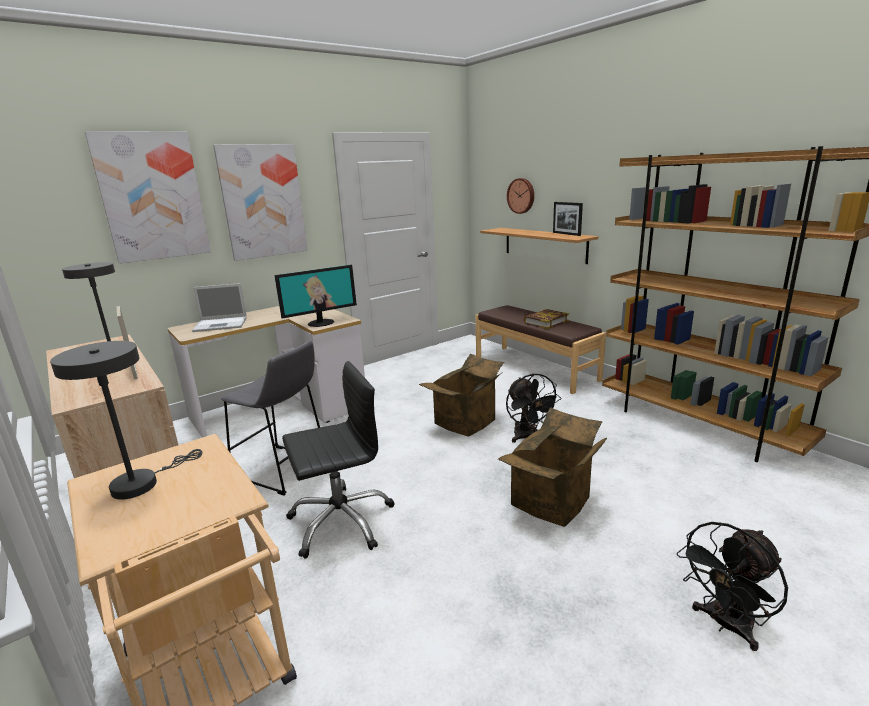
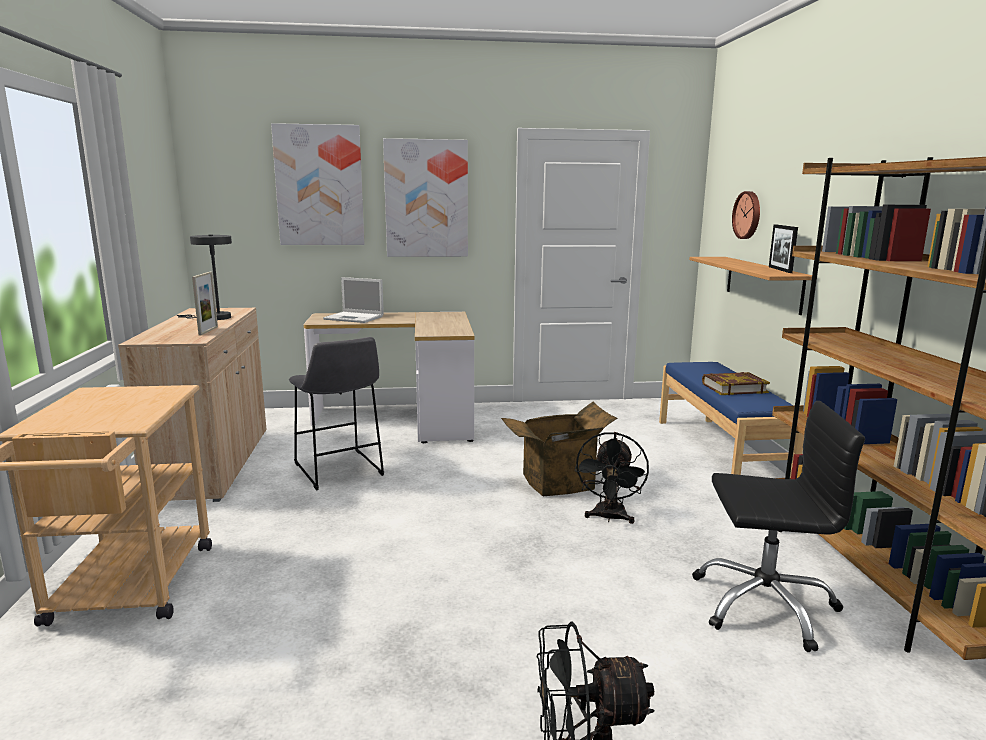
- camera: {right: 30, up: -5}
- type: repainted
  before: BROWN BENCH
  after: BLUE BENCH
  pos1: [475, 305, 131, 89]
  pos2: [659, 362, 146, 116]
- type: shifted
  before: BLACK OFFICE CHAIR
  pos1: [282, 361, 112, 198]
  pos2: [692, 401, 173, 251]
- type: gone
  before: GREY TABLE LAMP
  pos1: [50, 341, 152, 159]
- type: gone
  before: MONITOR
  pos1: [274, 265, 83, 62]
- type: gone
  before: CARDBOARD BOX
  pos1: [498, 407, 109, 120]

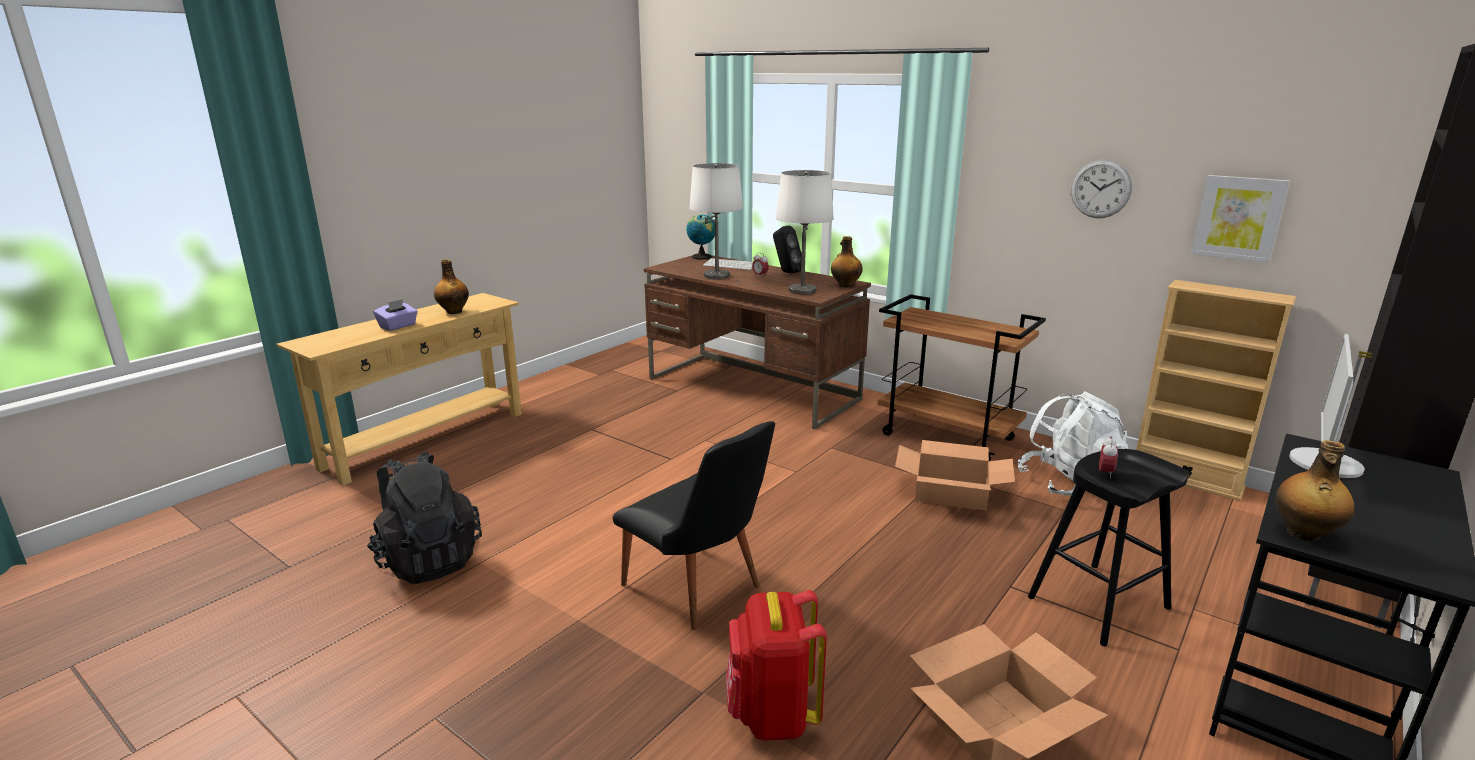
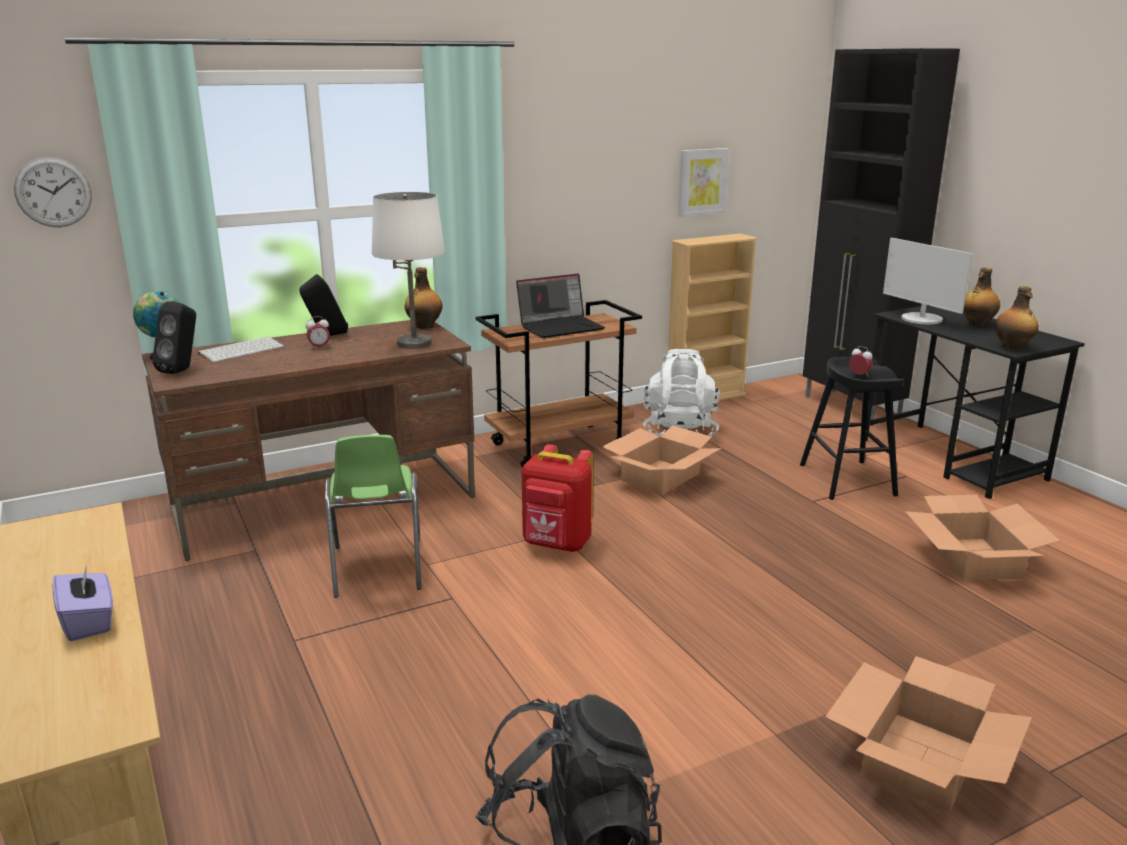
- camera: {right: -65, up: 0}
- type: shifted
  before: WALL CLOCK
  pos1: [1071, 160, 61, 58]
  pos2: [14, 157, 78, 70]
- type: new
  after: BLACK SPEAKER
  pos2: [152, 301, 44, 73]
- type: new
  after: GREEN CHAIR
  pos2: [325, 435, 96, 163]
- type: new
  after: LAPTOP
  pos2: [516, 274, 89, 64]
- type: shifted
  before: RED BACKPACK
  pos1: [726, 590, 101, 151]
  pos2: [522, 444, 71, 108]
- type: new
  after: CARDBOARD BOX
  pos2: [825, 656, 207, 157]
- type: shifted
  before: BOTTLE
  pos1: [434, 259, 35, 55]
  pos2: [963, 267, 37, 59]
- type: gone
  before: BLACK CHAIR
  pos1: [613, 421, 162, 209]
- type: gone
  before: WHITE TABLE LAMP
  pos1: [689, 163, 54, 117]

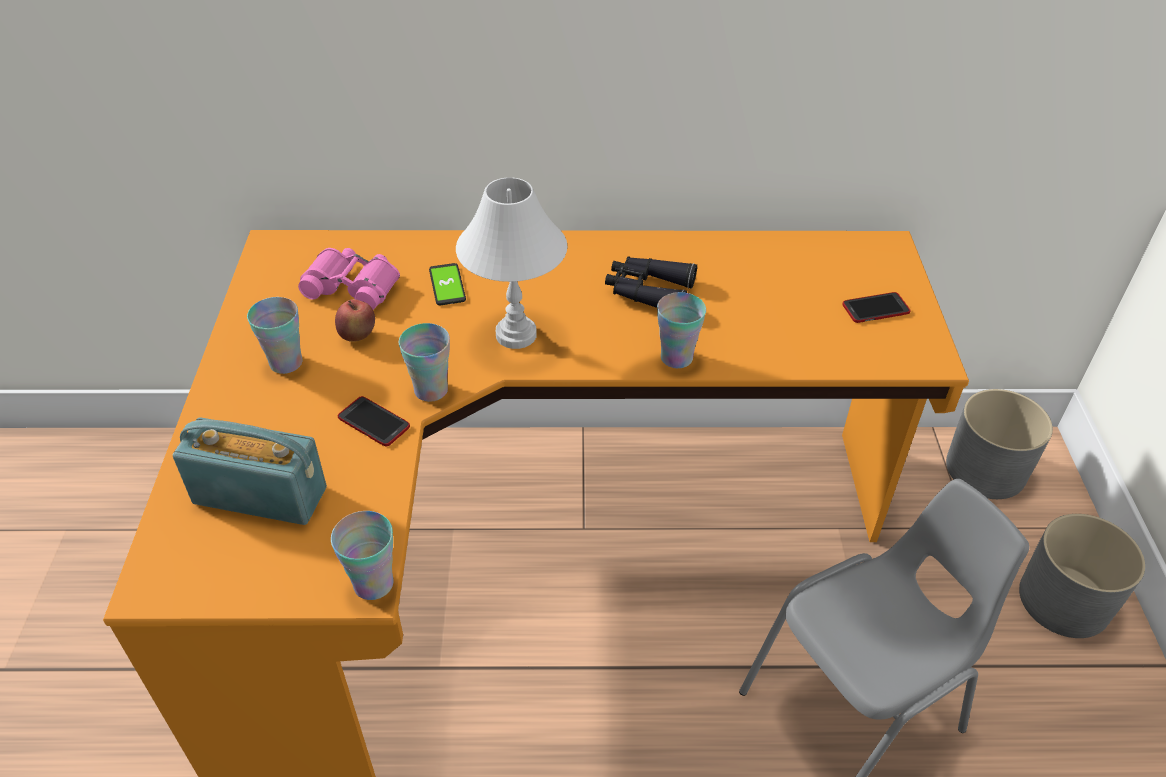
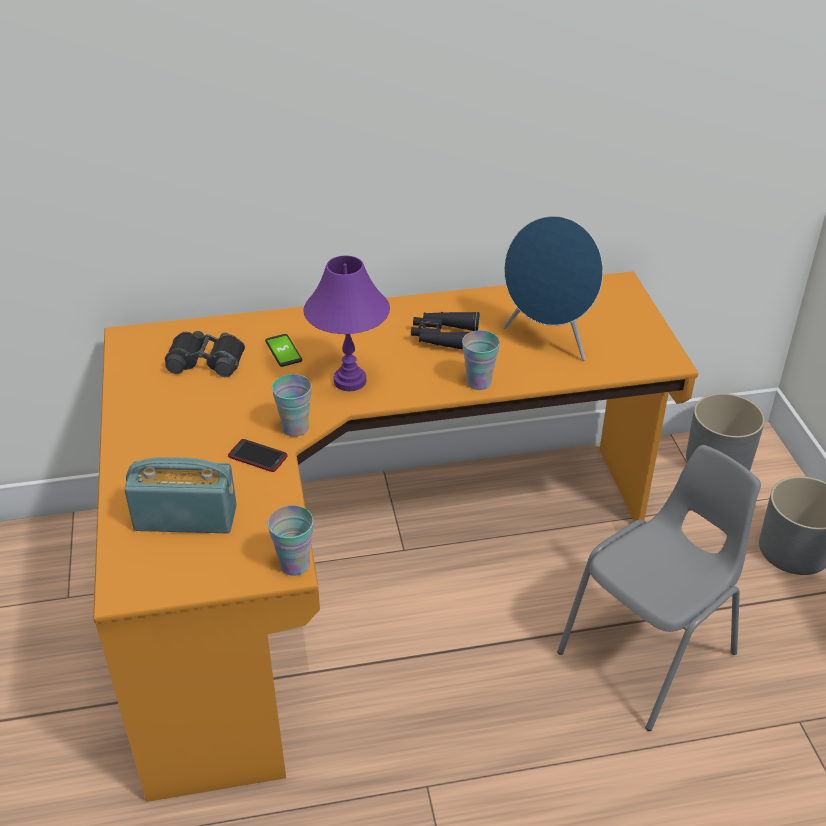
- camera: {right: -10, up: -5}
- type: repainted
  before: PINK BINOCULARS
  after: BLACK BINOCULARS
  pos1: [298, 248, 102, 62]
  pos2: [165, 331, 80, 46]
- type: repainted
  before: WHITE TABLE LAMP
  after: PURPLE TABLE LAMP
  pos1: [456, 177, 111, 172]
  pos2: [303, 256, 87, 135]
- type: new
  after: BLUE SPEAKER
  pos2: [503, 216, 100, 145]
- type: gone
  before: CUP
  pos1: [247, 297, 56, 77]
- type: gone
  before: APPLE
  pos1: [335, 299, 40, 43]
- type: gone
  before: PHONE
  pos1: [842, 292, 68, 31]

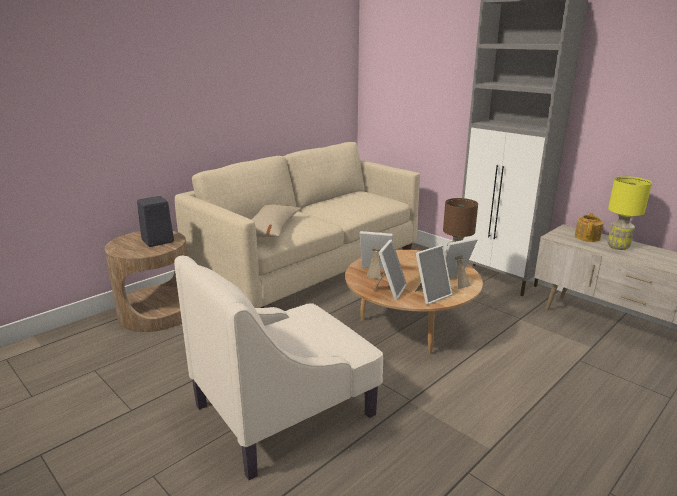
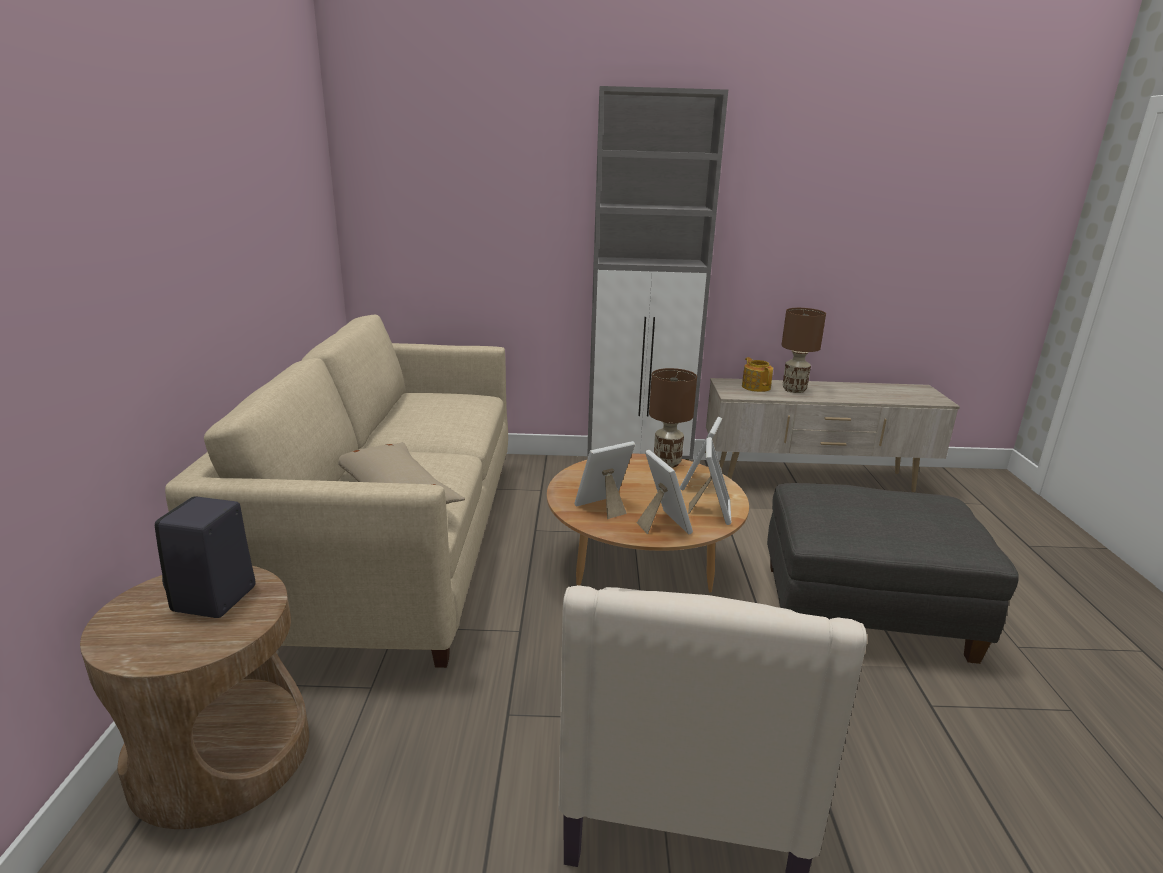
- camera: {right: -45, up: 0}
- type: new
  after: GREY OTTOMAN
  pos2: [767, 483, 252, 181]
- type: repainted
  before: YELLOW TABLE LAMP
  after: BROWN TABLE LAMP
  pos1: [608, 176, 44, 74]
  pos2: [781, 308, 45, 85]

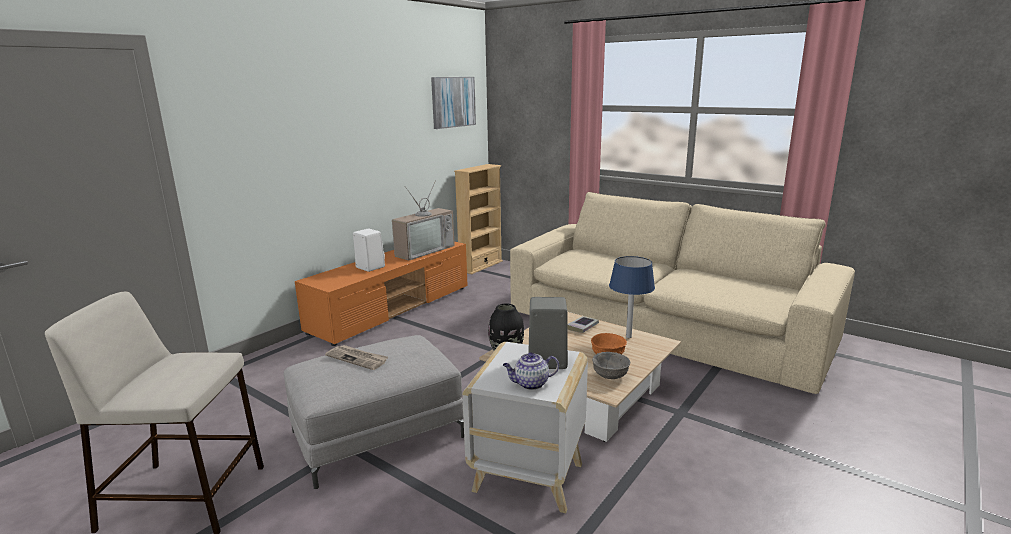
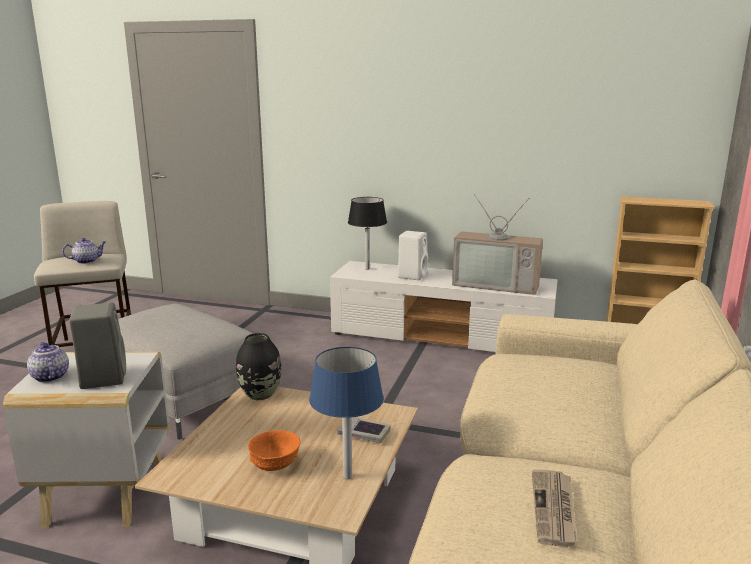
- camera: {right: 70, up: 0}
- type: new
  after: TEAPOT
  pos2: [62, 238, 44, 26]
- type: repainted
  before: ORANGE TV STAND
  after: WHITE TV STAND
  pos1: [295, 241, 173, 105]
  pos2: [330, 261, 228, 91]
- type: new
  after: BLACK TABLE LAMP
  pos2: [348, 197, 39, 73]
- type: shifted
  before: NEWSPAPER
  pos1: [325, 345, 63, 25]
  pos2: [532, 469, 46, 78]
- type: gone
  before: PICTURE
  pos1: [431, 77, 45, 52]
- type: gone
  before: GREY BOWL
  pos1: [592, 352, 38, 27]

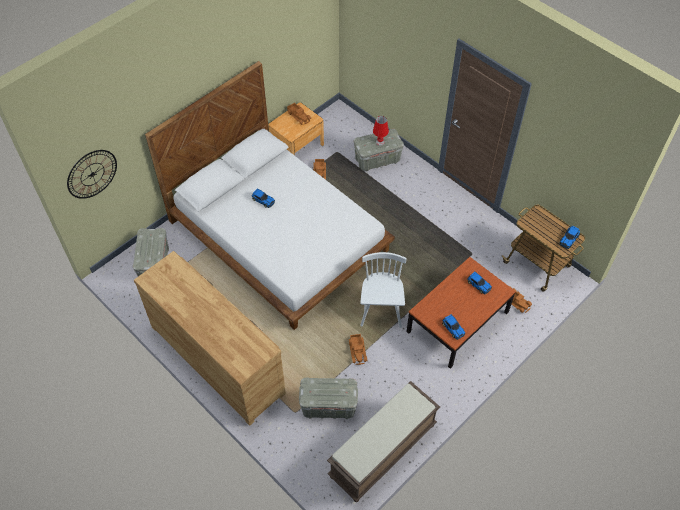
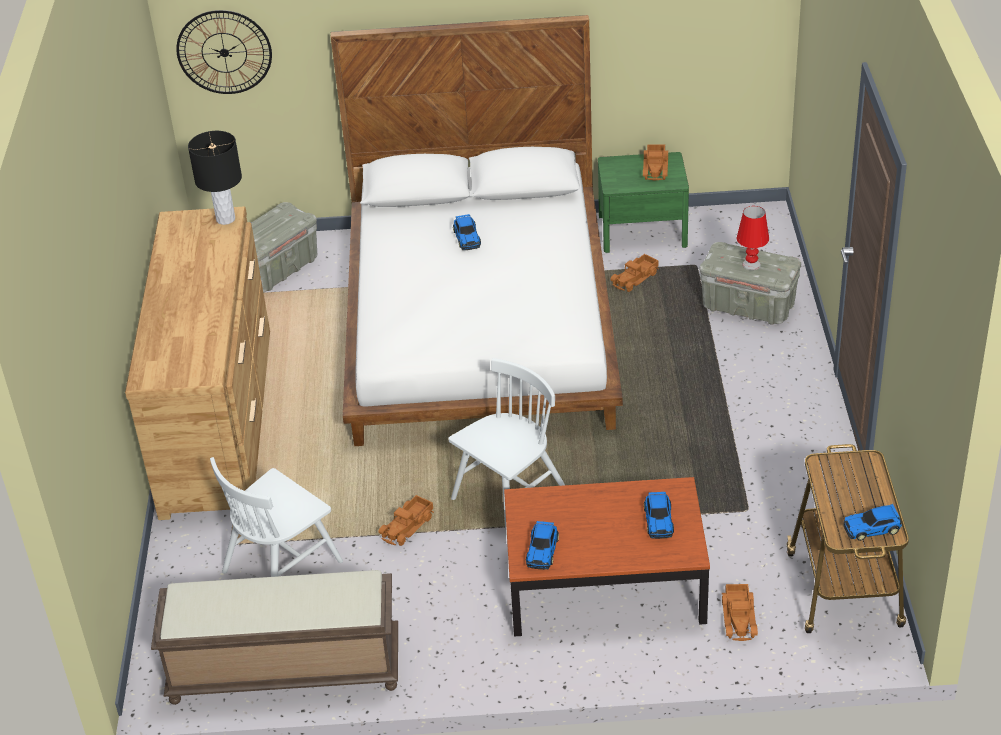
- camera: {right: 45, up: -15}
- type: new
  after: BLACK TABLE LAMP
  pos2: [188, 131, 54, 94]
- type: swapped
  before: GREY STORAGE BOX
  after: WHITE CHAIR
  pos1: [299, 378, 59, 41]
  pos2: [210, 457, 133, 120]
- type: repainted
  before: BROWN NIGHTSTAND
  after: GREEN NIGHTSTAND
  pos1: [268, 102, 56, 53]
  pos2: [598, 152, 91, 101]

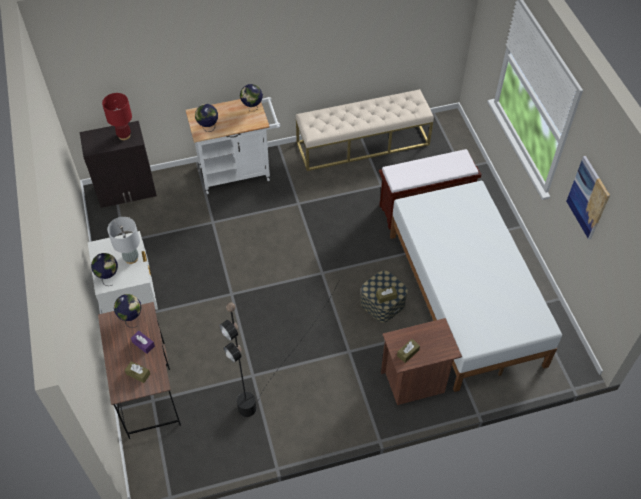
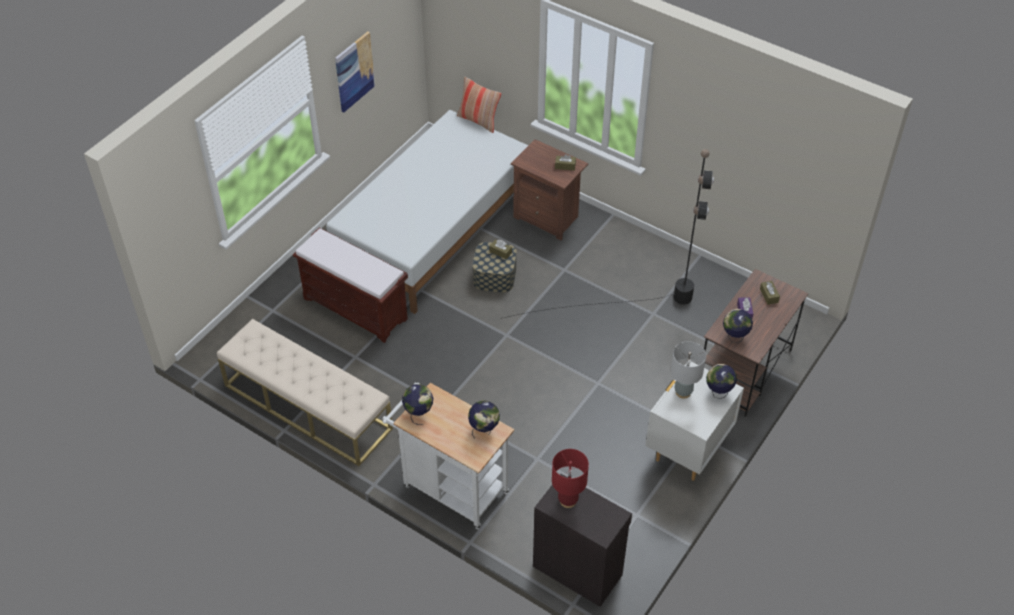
- camera: {right: -130, up: -5}
- type: new
  after: PILLOW
  pos2: [457, 77, 44, 56]

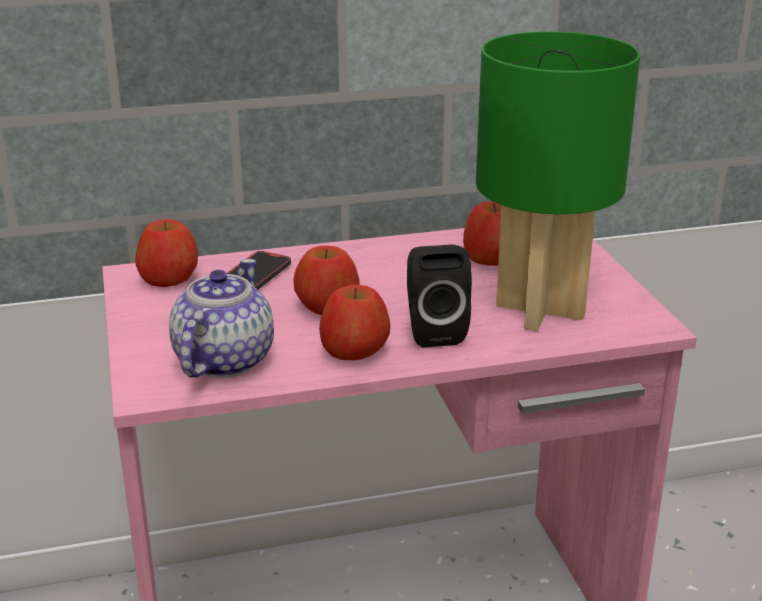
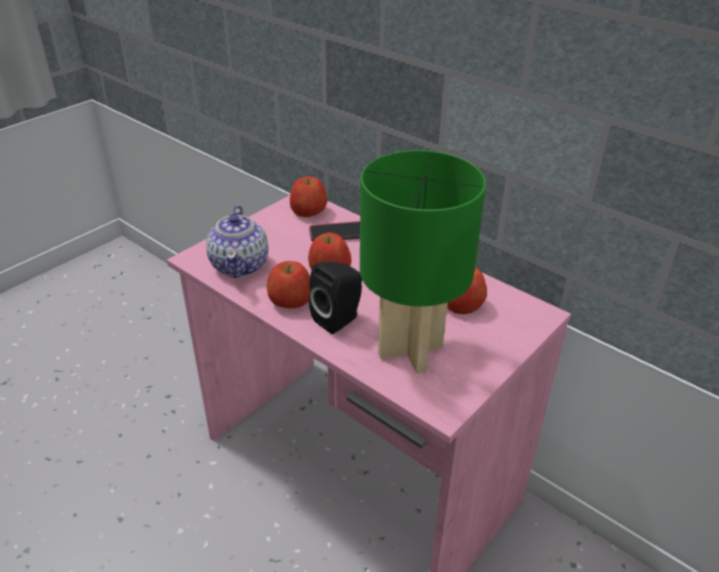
- camera: {right: 55, up: 10}
- type: rotated
  before: TEAPOT
  pos1: [169, 259, 105, 119]
  pos2: [206, 205, 62, 73]
  turn: 105

